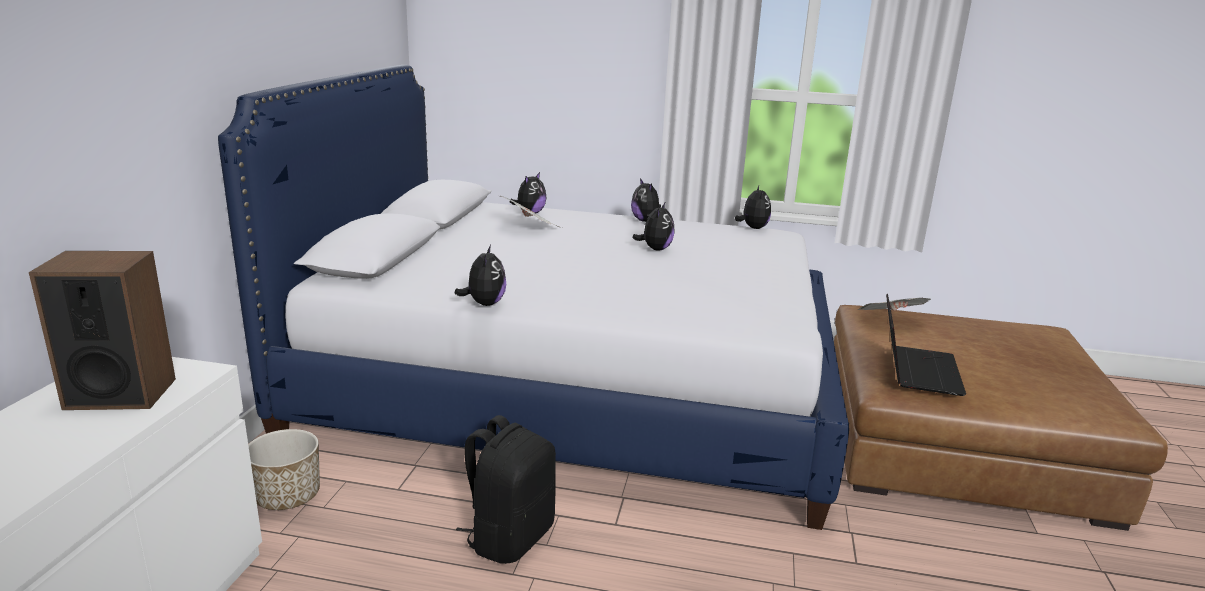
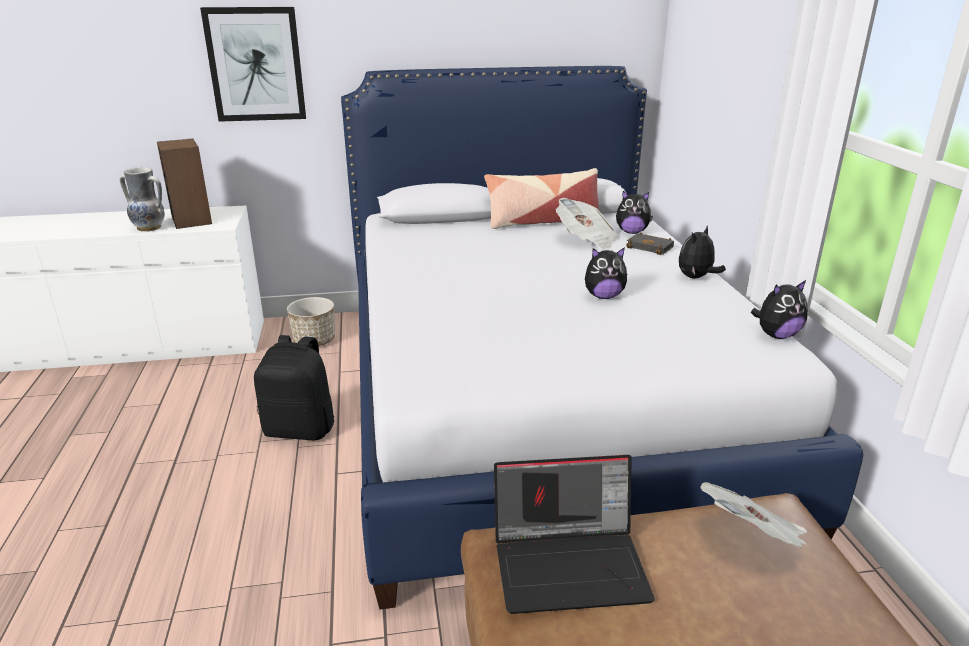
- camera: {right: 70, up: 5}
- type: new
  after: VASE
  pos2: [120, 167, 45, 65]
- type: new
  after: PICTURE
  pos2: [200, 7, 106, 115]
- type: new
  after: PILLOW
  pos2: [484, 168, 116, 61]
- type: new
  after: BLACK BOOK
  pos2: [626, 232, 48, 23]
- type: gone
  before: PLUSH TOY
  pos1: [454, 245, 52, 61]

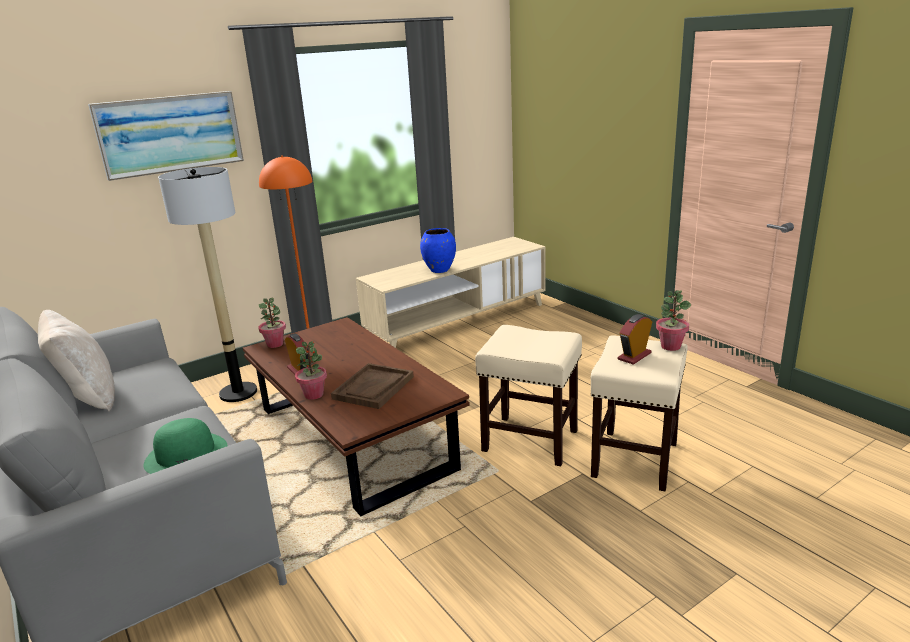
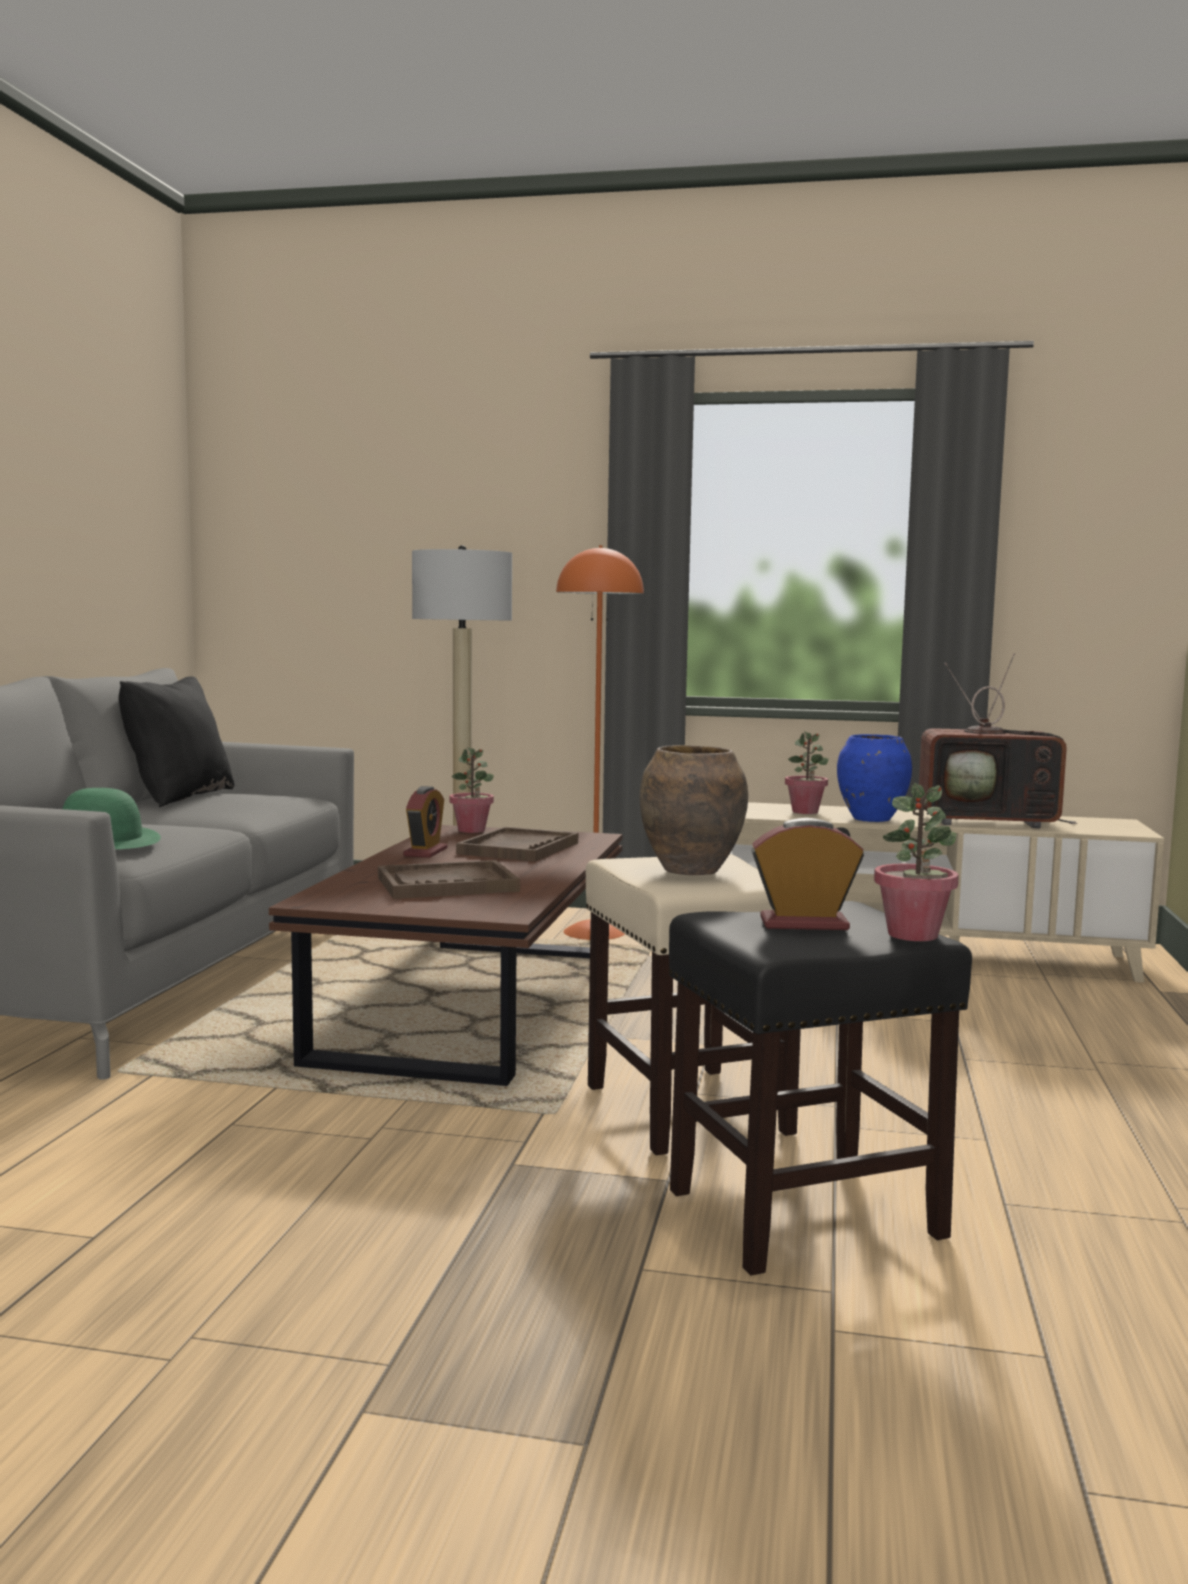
- camera: {right: 45, up: -15}
- type: repainted
  before: BEIGE PILLOW
  after: BLACK PILLOW
  pos1: [38, 310, 77, 101]
  pos2: [119, 676, 116, 131]
- type: new
  after: BROWN TRAY
  pos2: [456, 827, 122, 35]
- type: new
  after: BROWN VASE
  pos2: [640, 745, 108, 130]
- type: repainted
  before: BEIGE STOOL
  after: BLACK STOOL
  pos1: [591, 335, 97, 156]
  pos2: [669, 901, 303, 374]
- type: shifted
  before: POTTED PLANT
  pos1: [295, 341, 32, 59]
  pos2: [785, 731, 44, 83]
- type: new
  after: TELEVISION
  pos2: [919, 653, 158, 175]
- type: gone
  before: PICTURE
  pos1: [88, 91, 156, 90]

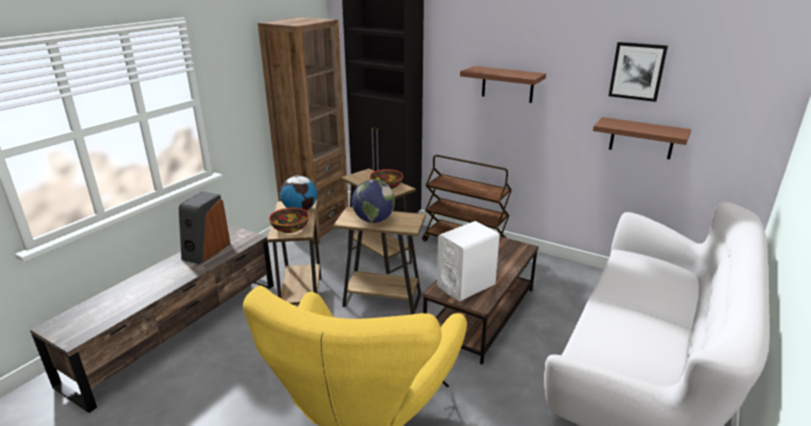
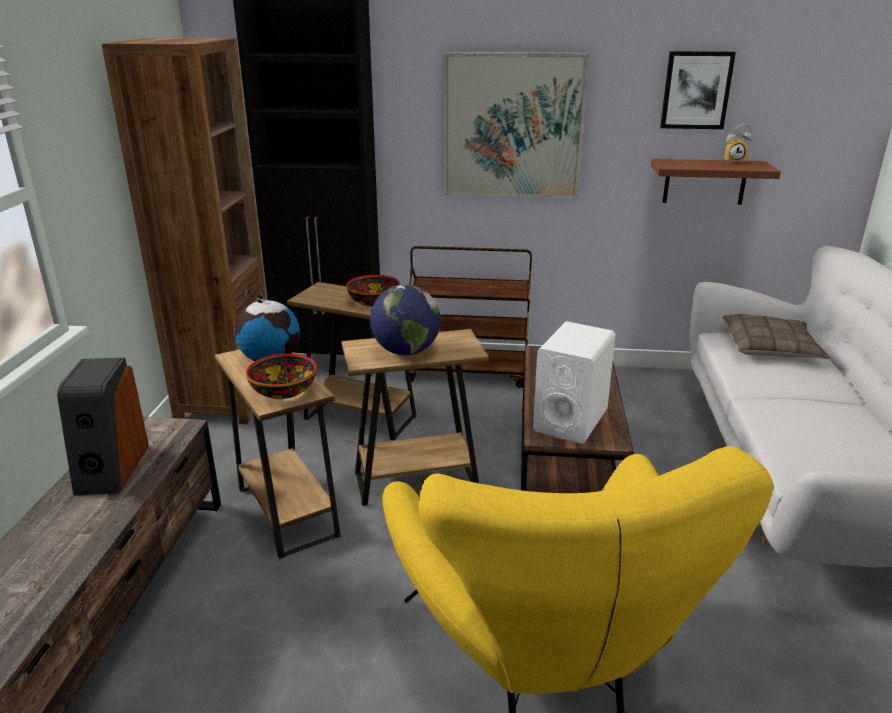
- camera: {right: -25, up: 0}
- type: swapped
  before: BROWN SHELF
  after: PICTURE
  pos1: [460, 66, 86, 37]
  pos2: [443, 52, 146, 147]
- type: new
  after: PILLOW
  pos2: [723, 314, 107, 45]
- type: new
  after: ALARM CLOCK
  pos2: [724, 124, 29, 40]

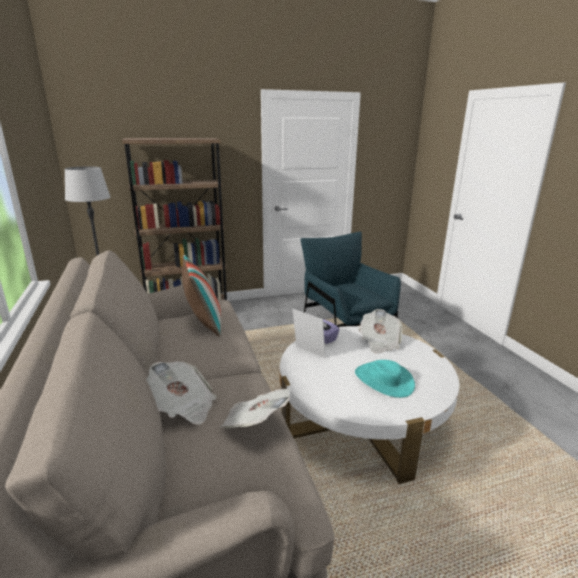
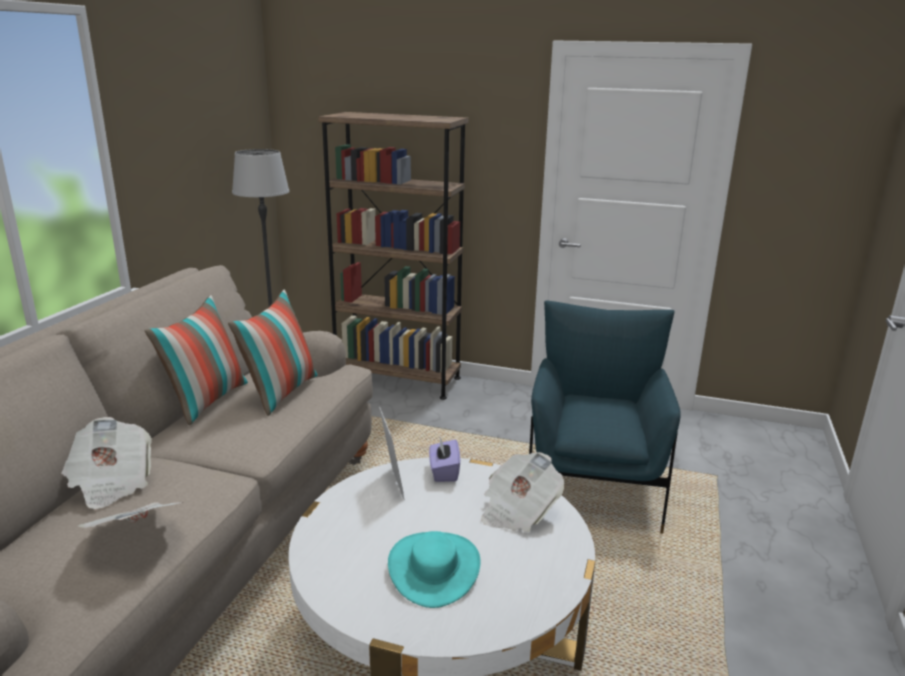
- camera: {right: 35, up: 0}
- type: new
  after: PILLOW
  pos2: [145, 295, 103, 130]

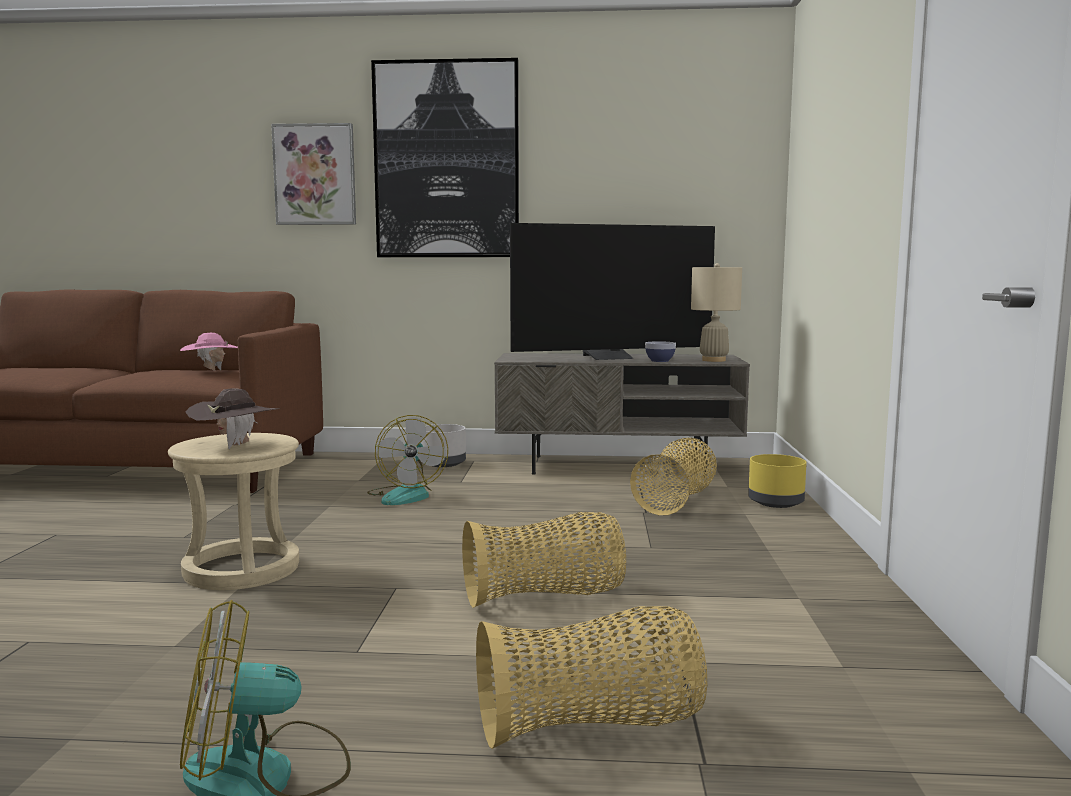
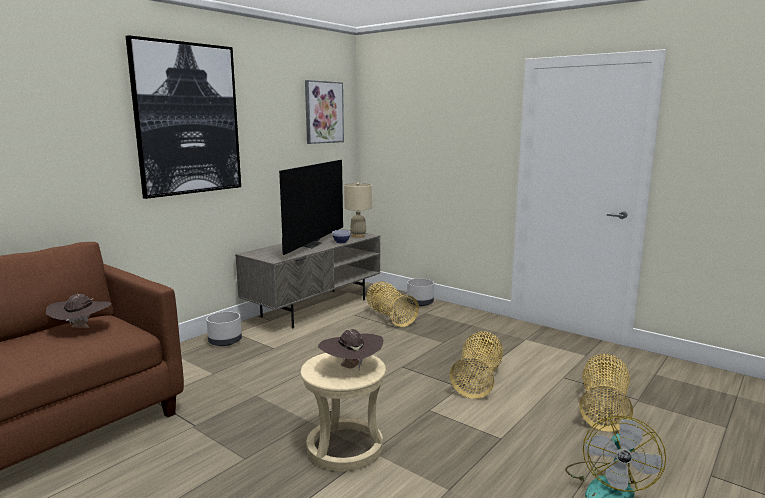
- camera: {right: -55, up: 5}
- type: repainted
  before: PINK HAT
  after: BROWN HAT
  pos1: [180, 333, 58, 38]
  pos2: [46, 294, 65, 34]
- type: shifted
  before: PICTURE
  pos1: [271, 123, 85, 102]
  pos2: [305, 80, 39, 64]
- type: repainted
  before: YELLOW PLANTER
  after: GREY PLANTER
  pos1: [748, 454, 59, 54]
  pos2: [407, 279, 27, 27]
- type: gone
  before: FAN
  pos1: [367, 415, 81, 90]

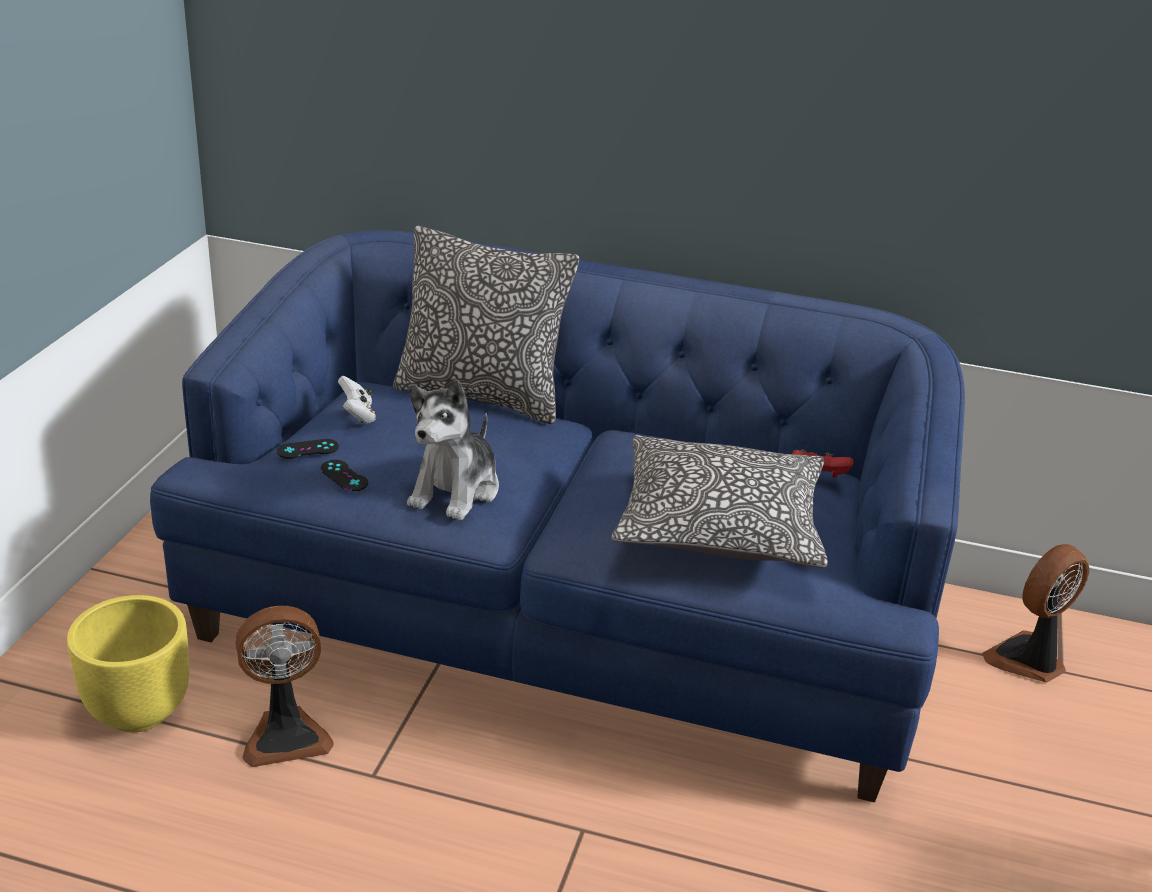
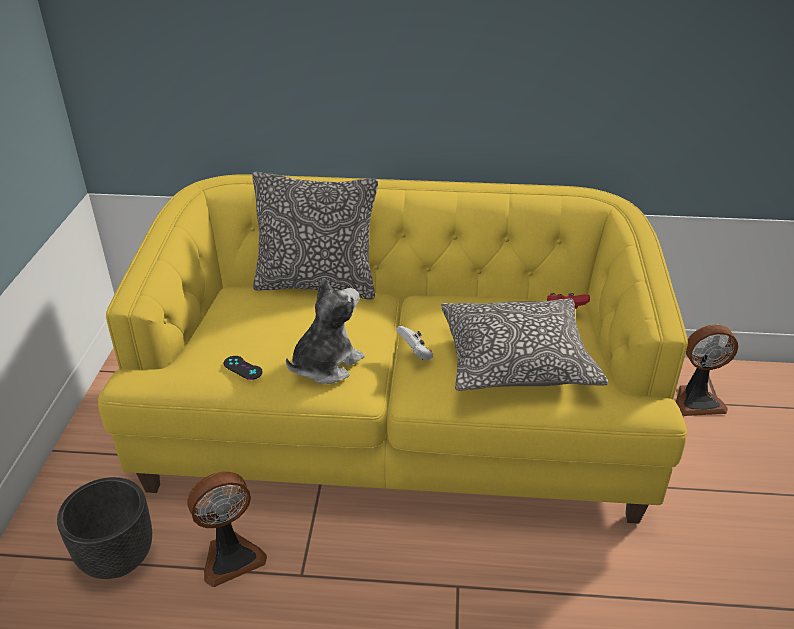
- camera: {right: -10, up: 5}
- type: repainted
  before: YELLOW PLANTER
  after: BLACK PLANTER
  pos1: [67, 595, 123, 137]
  pos2: [57, 477, 95, 102]
- type: repainted
  before: BLUE SOFA
  after: YELLOW SOFA
  pos1: [150, 230, 815, 572]
  pos2: [98, 174, 590, 350]
- type: rotated
  before: PLUSH TOY
  pos1: [407, 379, 92, 141]
  pos2: [286, 278, 79, 106]
  turn: -150
- type: shifted
  before: WHITE GAME CONTROLLER
  pos1: [338, 376, 38, 48]
  pos2: [396, 325, 37, 35]
- type: rotated
  before: FAN
  pos1: [982, 544, 107, 138]
  pos2: [676, 325, 62, 91]
  turn: -135
- type: gone
  before: BLACK GAME CONTROLLER
  pos1: [277, 439, 62, 20]

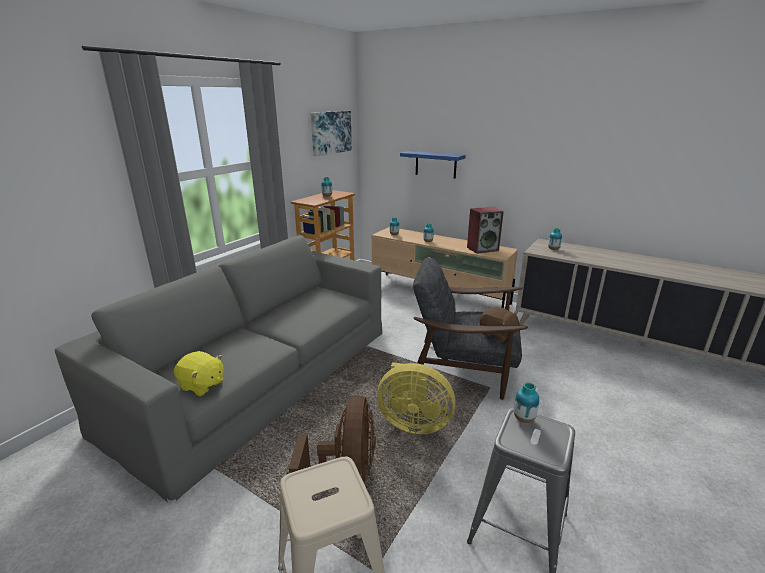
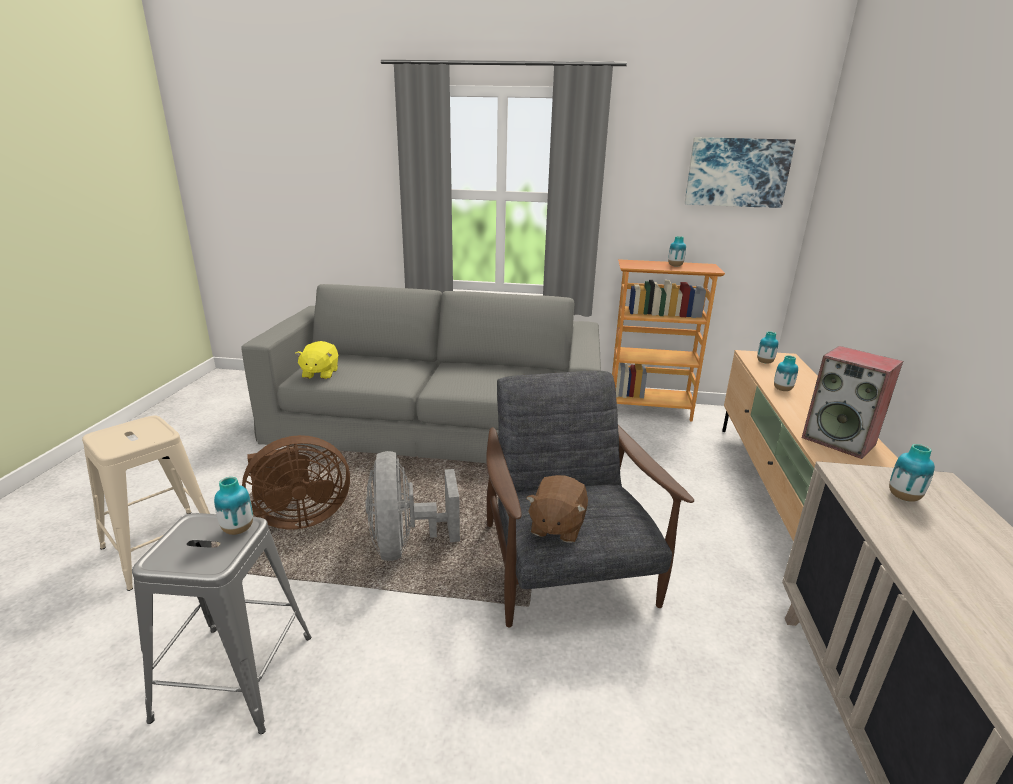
- camera: {right: 65, up: 0}
- type: repainted
  before: YELLOW FAN
  after: GREY FAN
  pos1: [377, 362, 78, 72]
  pos2: [366, 451, 94, 110]
- type: gone
  before: BLUE SHELF
  pos1: [400, 151, 66, 28]

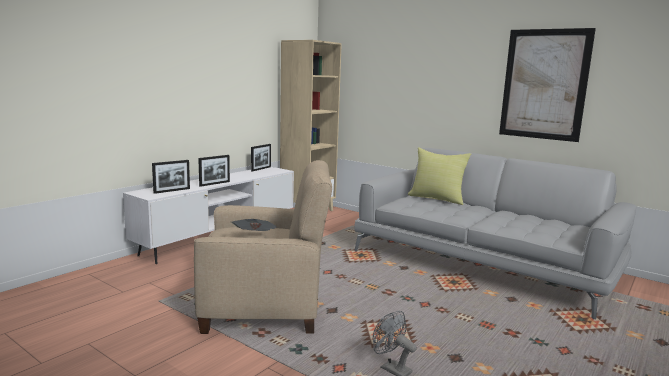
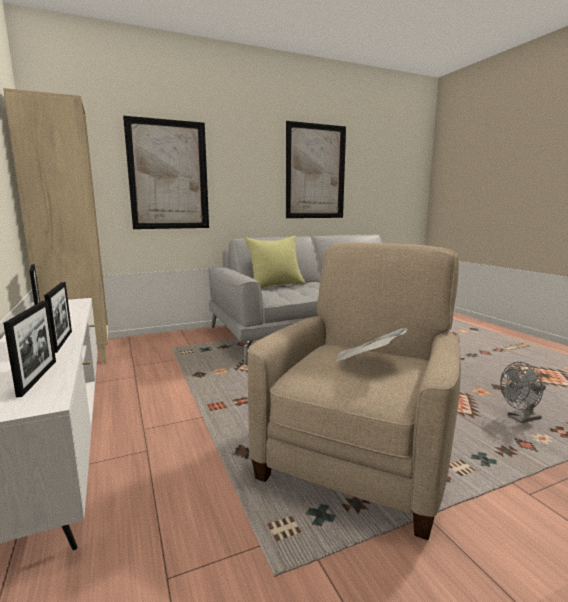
- camera: {right: -60, up: 0}
- type: new
  after: PICTURE
  pos2: [123, 116, 86, 113]

